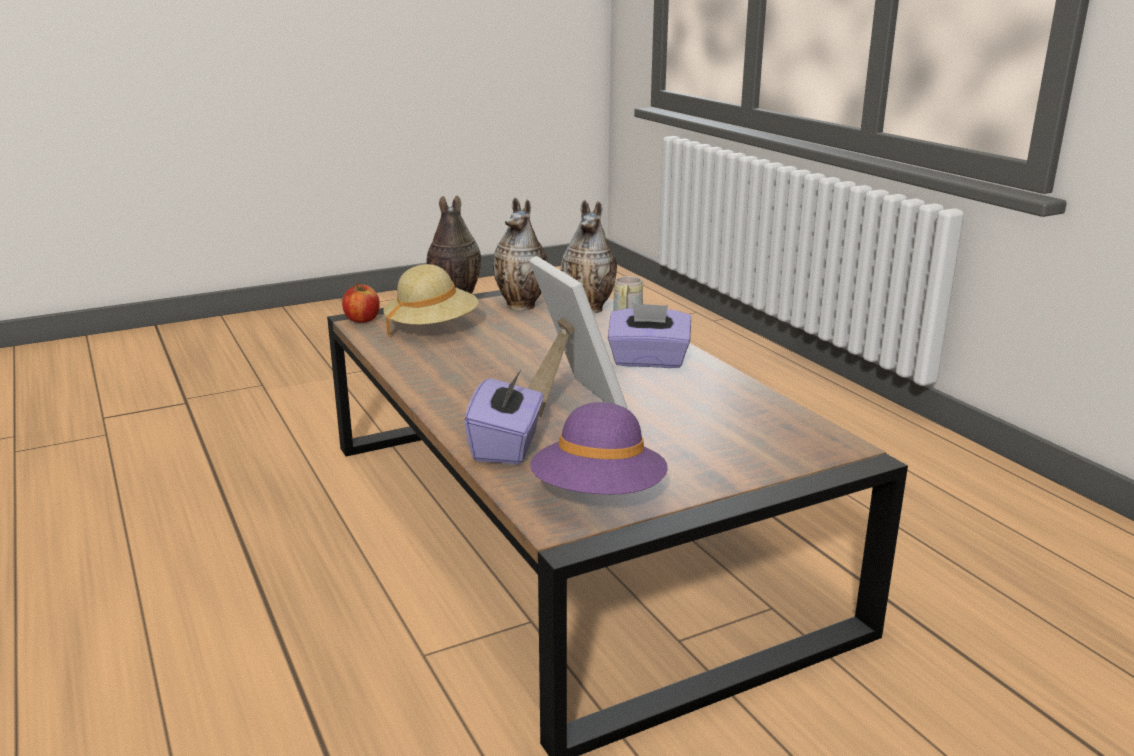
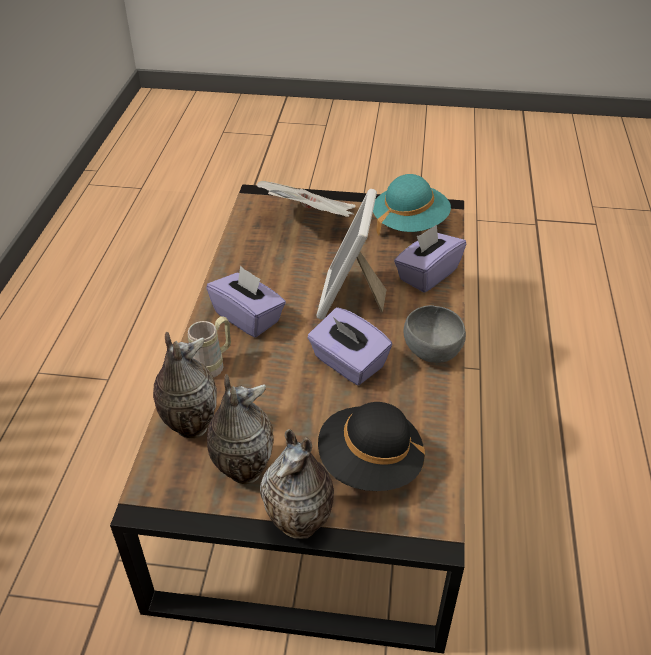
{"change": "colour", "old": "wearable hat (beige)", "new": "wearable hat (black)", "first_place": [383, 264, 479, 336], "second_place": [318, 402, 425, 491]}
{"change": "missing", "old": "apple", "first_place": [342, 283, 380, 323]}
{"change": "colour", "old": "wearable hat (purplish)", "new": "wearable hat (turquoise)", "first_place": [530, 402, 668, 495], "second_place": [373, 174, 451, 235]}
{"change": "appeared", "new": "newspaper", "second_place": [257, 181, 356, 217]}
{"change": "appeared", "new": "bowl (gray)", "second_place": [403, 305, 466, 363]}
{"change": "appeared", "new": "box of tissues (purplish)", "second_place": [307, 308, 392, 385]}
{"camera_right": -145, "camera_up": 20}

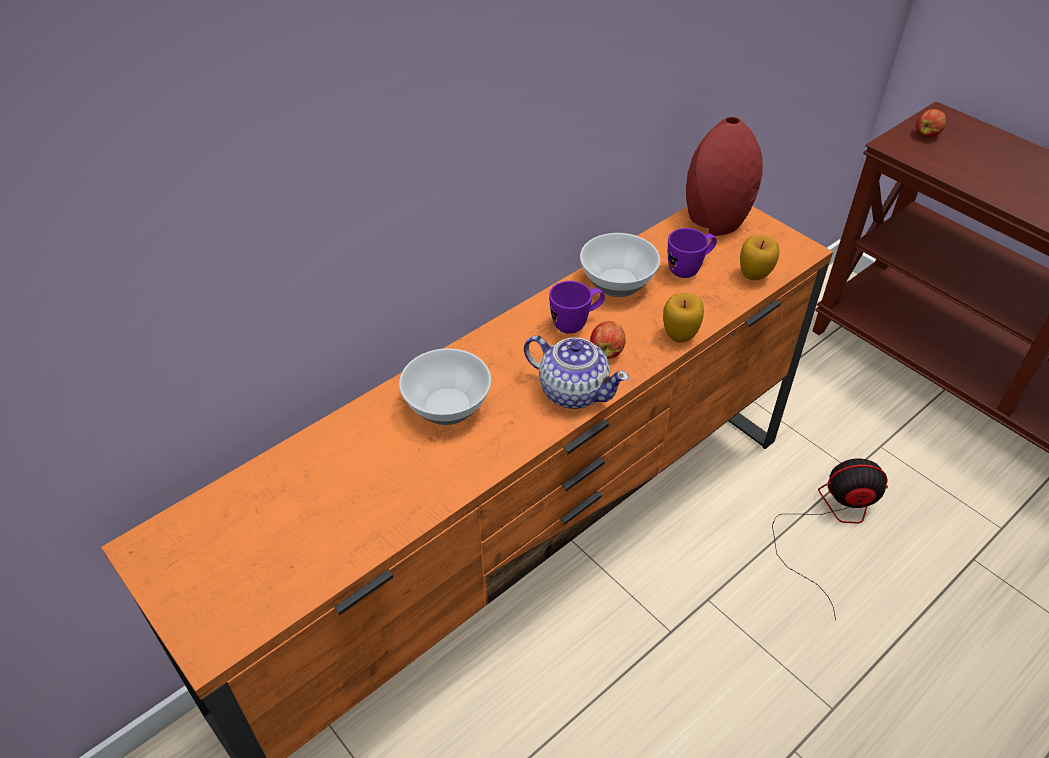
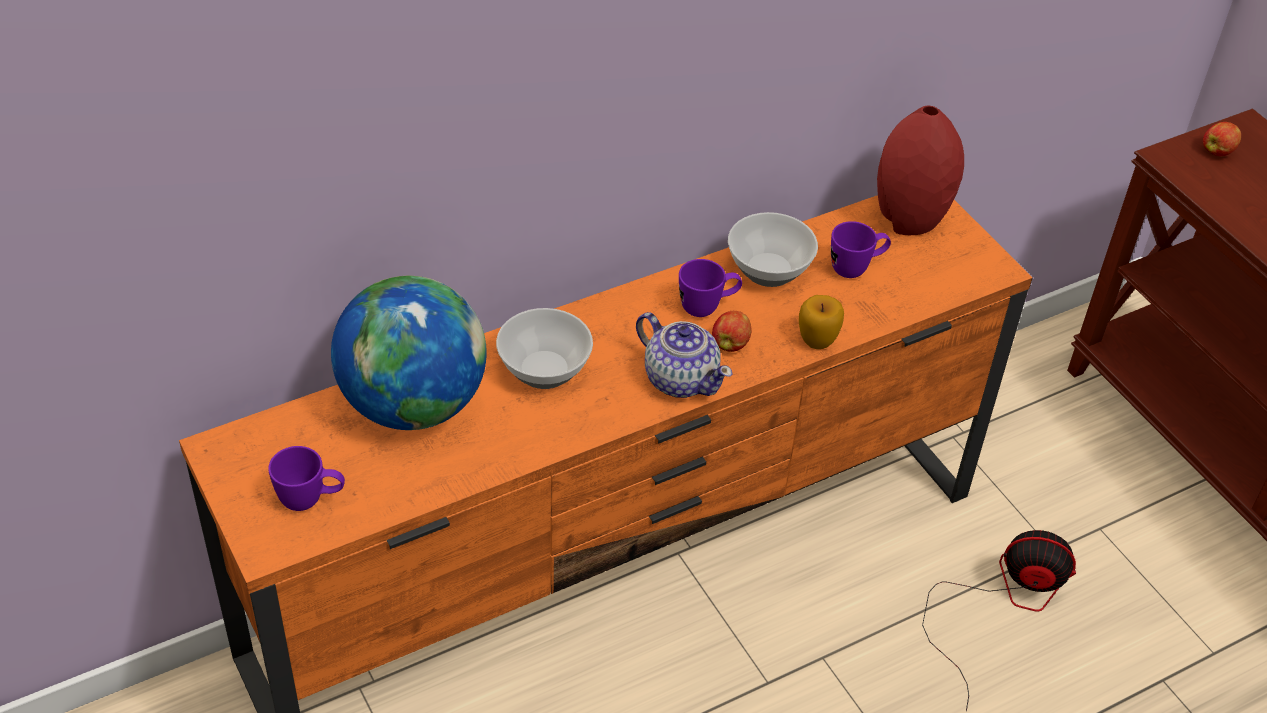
{"change": "missing", "old": "apple", "first_place": [740, 235, 780, 280]}
{"change": "appeared", "new": "globe", "second_place": [331, 276, 487, 430]}
{"change": "appeared", "new": "tea mug (purplish)", "second_place": [268, 446, 345, 511]}
{"camera_right": 10, "camera_up": 0}

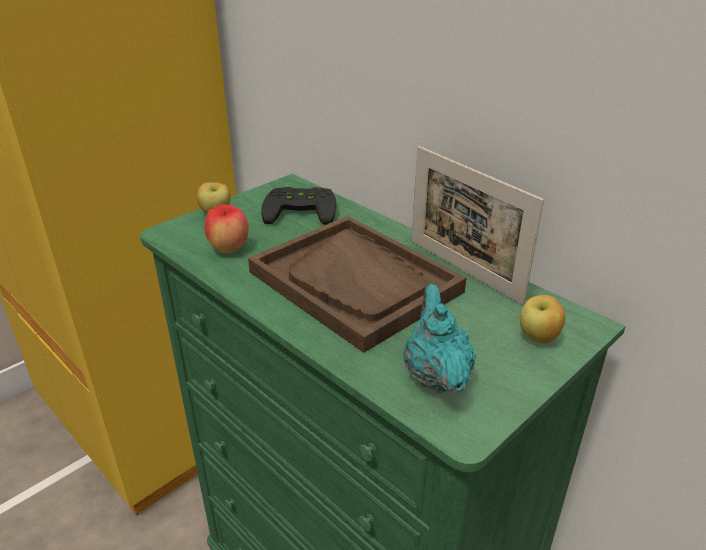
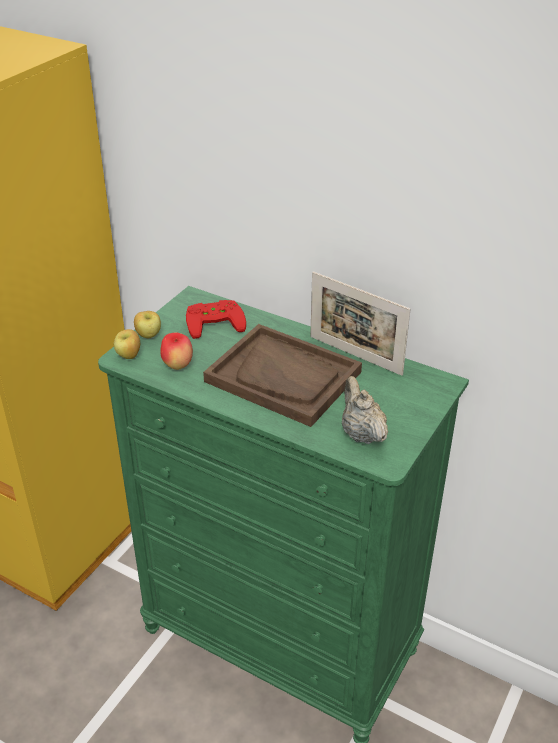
{"change": "colour", "old": "gamepad (black)", "new": "gamepad (red-coloured)", "first_place": [261, 187, 336, 225], "second_place": [186, 300, 246, 339]}
{"change": "colour", "old": "tea pot (turquoise)", "new": "tea pot (beige)", "first_place": [403, 284, 476, 393], "second_place": [342, 376, 388, 444]}
{"change": "relocated", "old": "apple", "first_place": [520, 295, 565, 344], "second_place": [114, 329, 140, 359]}
{"camera_right": -15, "camera_up": 5}

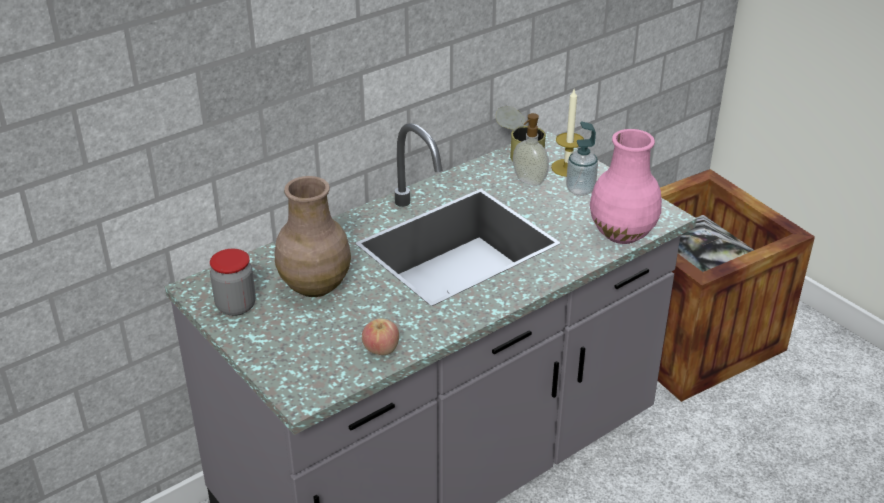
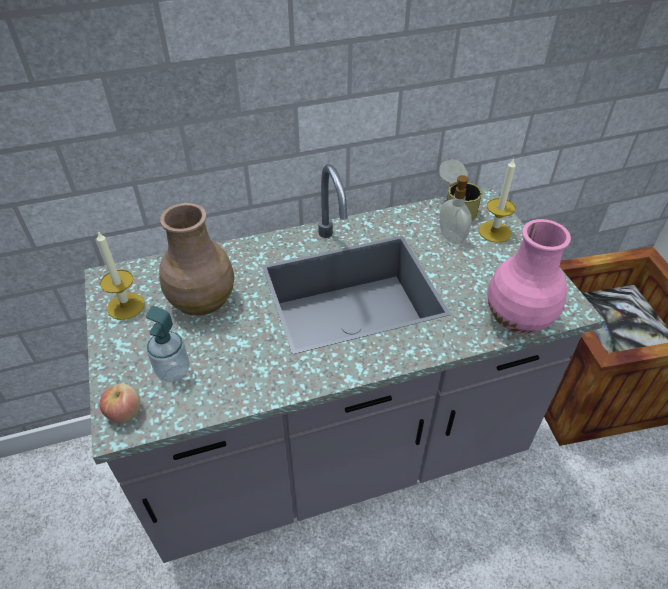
{"change": "relocated", "old": "liquid soap bottle", "first_place": [566, 122, 598, 196], "second_place": [146, 306, 190, 382]}
{"change": "exchanged", "old": "jar", "new": "wax candle", "first_place": [210, 249, 256, 316], "second_place": [97, 231, 145, 320]}
{"change": "relocated", "old": "apple", "first_place": [362, 318, 399, 355], "second_place": [100, 384, 141, 423]}
{"camera_right": 20, "camera_up": 10}

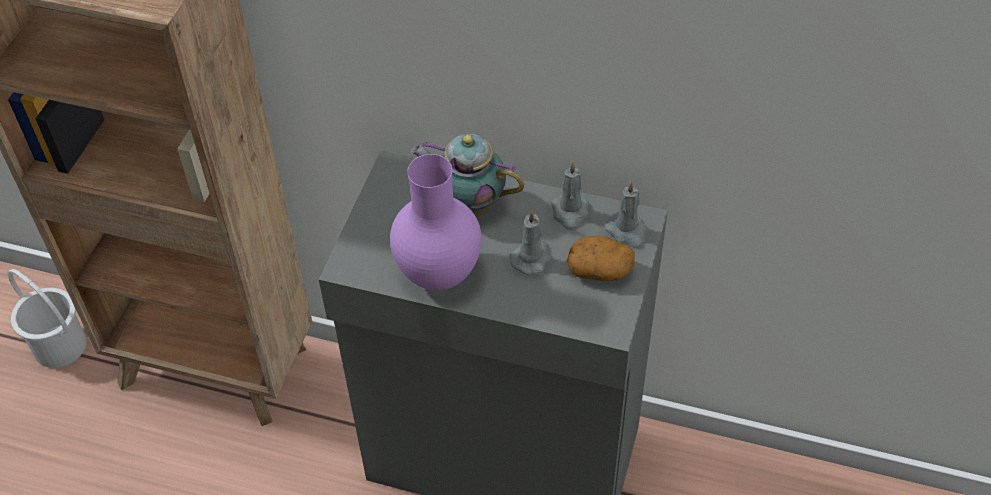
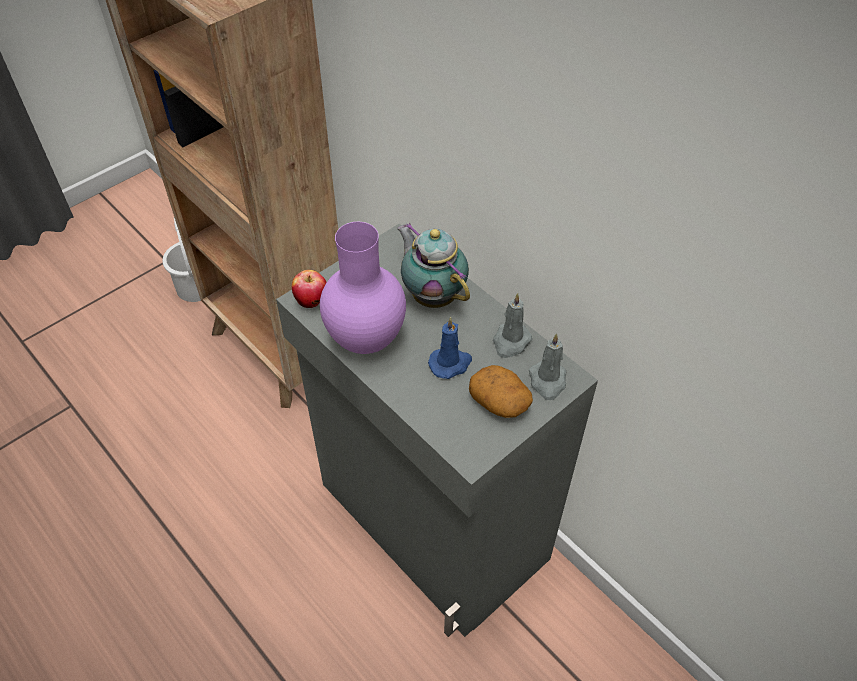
{"change": "colour", "old": "wax candle (gray)", "new": "wax candle (blue-coloured)", "first_place": [510, 210, 552, 275], "second_place": [428, 317, 472, 379]}
{"change": "appeared", "new": "apple", "second_place": [292, 270, 327, 308]}
{"camera_right": 30, "camera_up": 0}

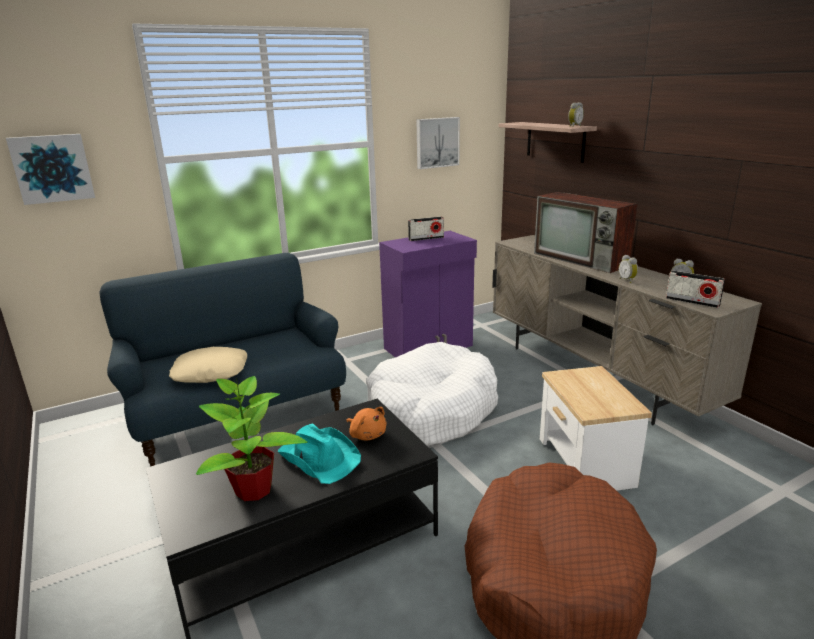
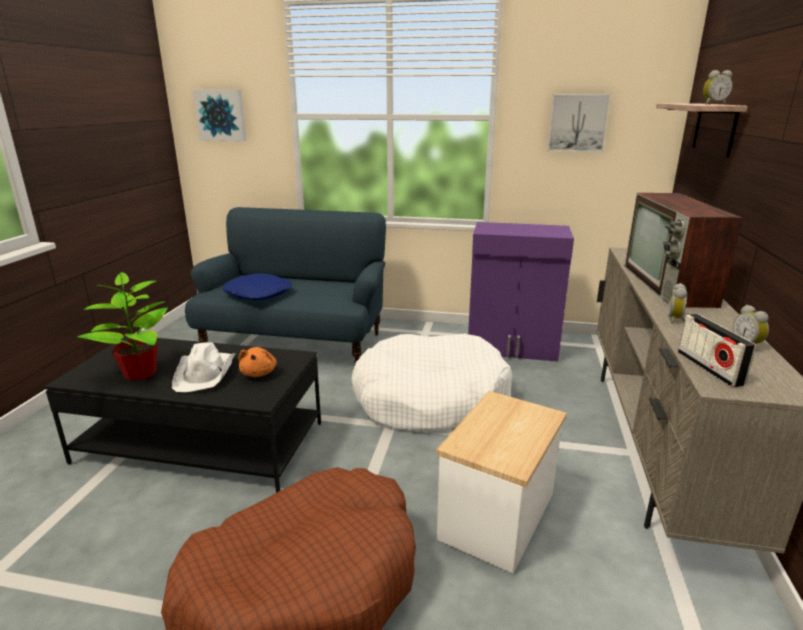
{"change": "missing", "old": "radio", "first_place": [408, 216, 444, 241]}
{"change": "colour", "old": "pillow (beige)", "new": "pillow (blue-coloured)", "first_place": [169, 347, 247, 383], "second_place": [222, 273, 292, 300]}
{"change": "colour", "old": "wearable hat (turquoise)", "new": "wearable hat (whitish)", "first_place": [278, 424, 361, 484], "second_place": [172, 342, 235, 392]}
{"camera_right": 40, "camera_up": 0}

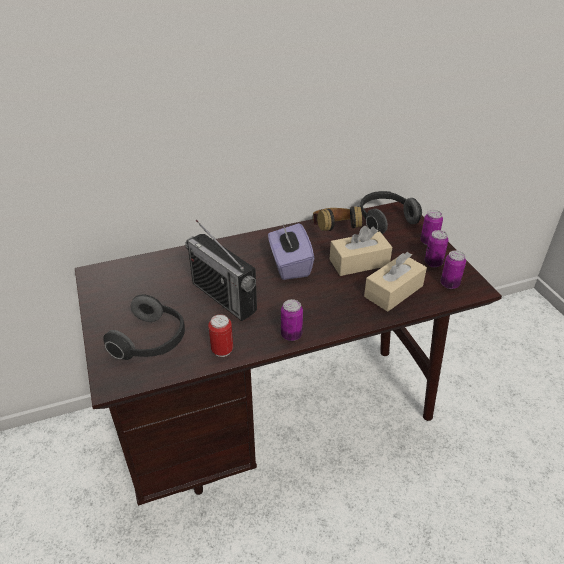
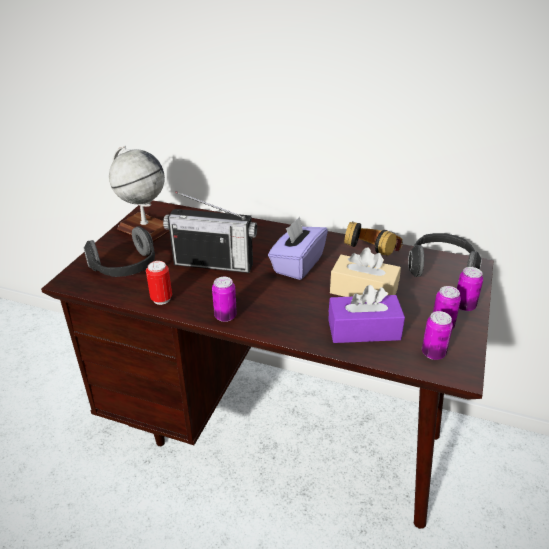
{"change": "spun", "old": "radio", "first_place": [185, 220, 257, 321], "second_place": [163, 191, 257, 273], "degrees": -75}
{"change": "colour", "old": "box of tissues (beige)", "new": "box of tissues (purplish)", "first_place": [364, 252, 427, 312], "second_place": [328, 285, 405, 343]}
{"change": "appeared", "new": "globe", "second_place": [109, 146, 169, 242]}
{"camera_right": 40, "camera_up": -5}

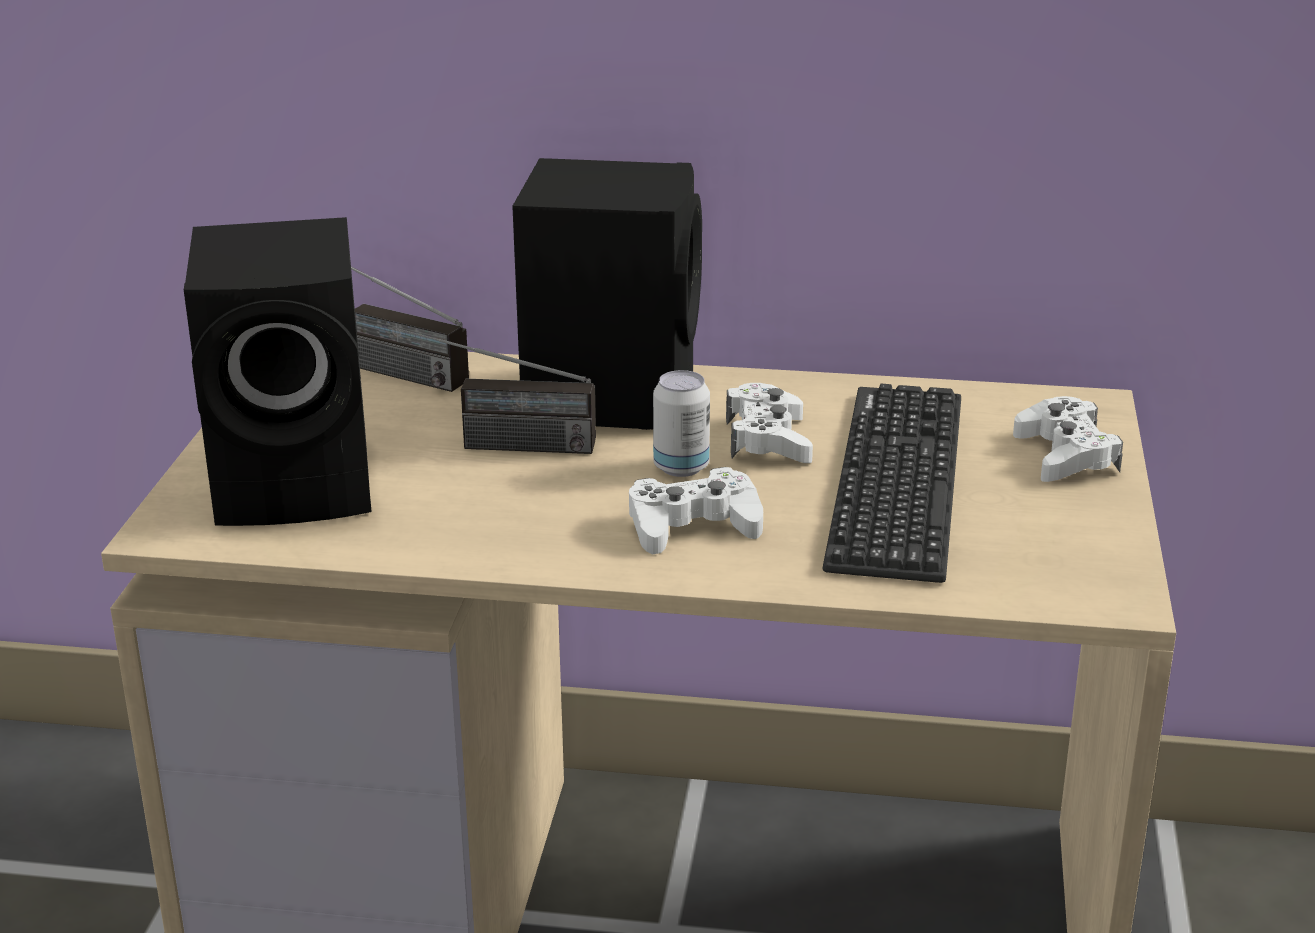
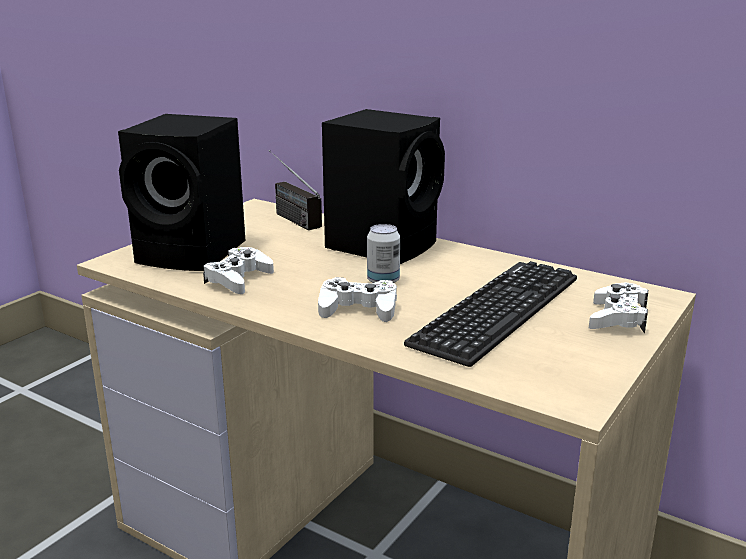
{"change": "missing", "old": "radio", "first_place": [392, 326, 596, 454]}
{"change": "relocated", "old": "gamepad (whitish)", "first_place": [726, 383, 813, 463], "second_place": [203, 247, 274, 294]}
{"camera_right": 25, "camera_up": -5}

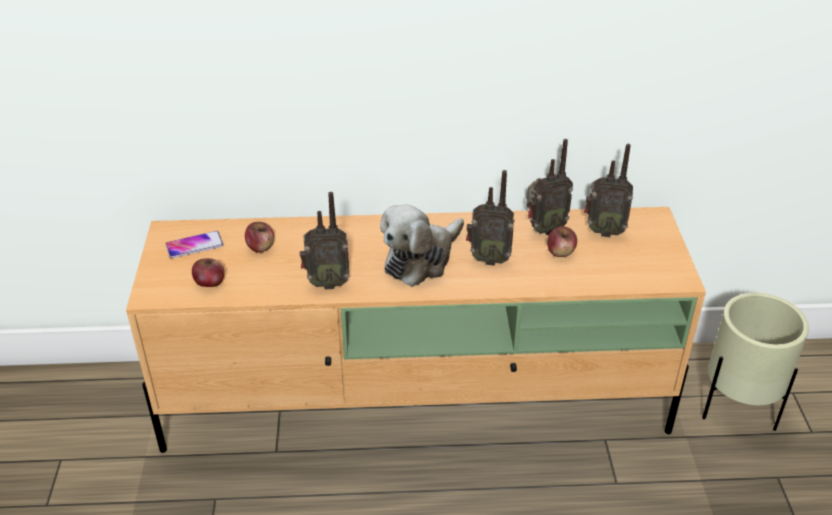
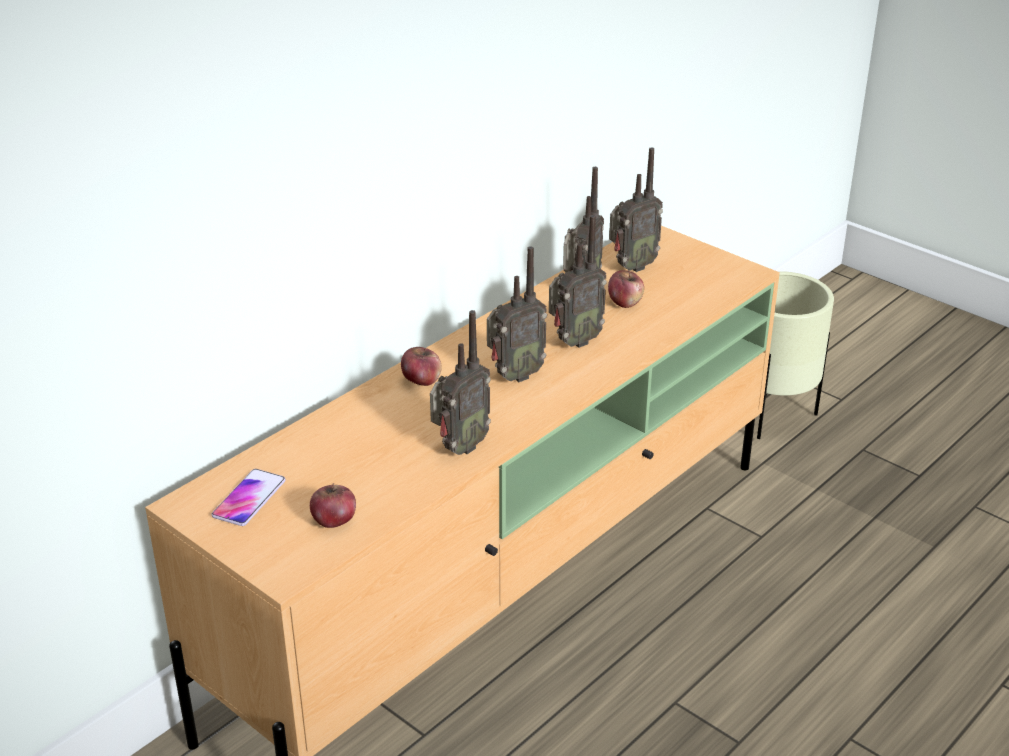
{"change": "exchanged", "old": "plush toy", "new": "radio", "first_place": [380, 205, 464, 287], "second_place": [487, 246, 547, 382]}
{"change": "relocated", "old": "apple", "first_place": [245, 222, 274, 253], "second_place": [401, 347, 442, 386]}
{"camera_right": -45, "camera_up": -5}

